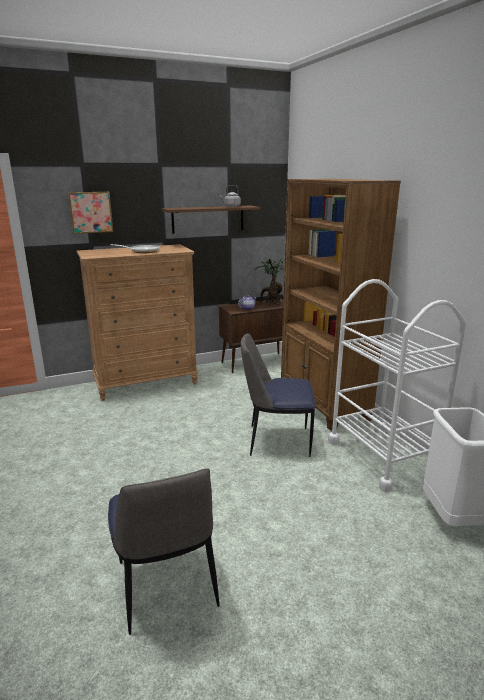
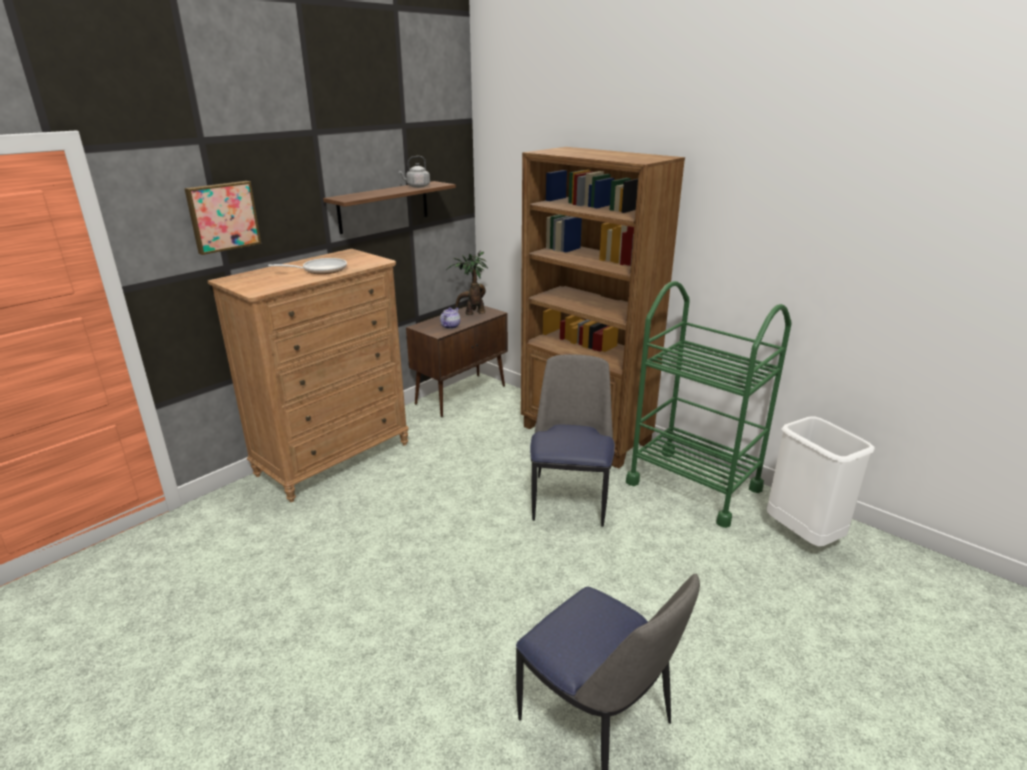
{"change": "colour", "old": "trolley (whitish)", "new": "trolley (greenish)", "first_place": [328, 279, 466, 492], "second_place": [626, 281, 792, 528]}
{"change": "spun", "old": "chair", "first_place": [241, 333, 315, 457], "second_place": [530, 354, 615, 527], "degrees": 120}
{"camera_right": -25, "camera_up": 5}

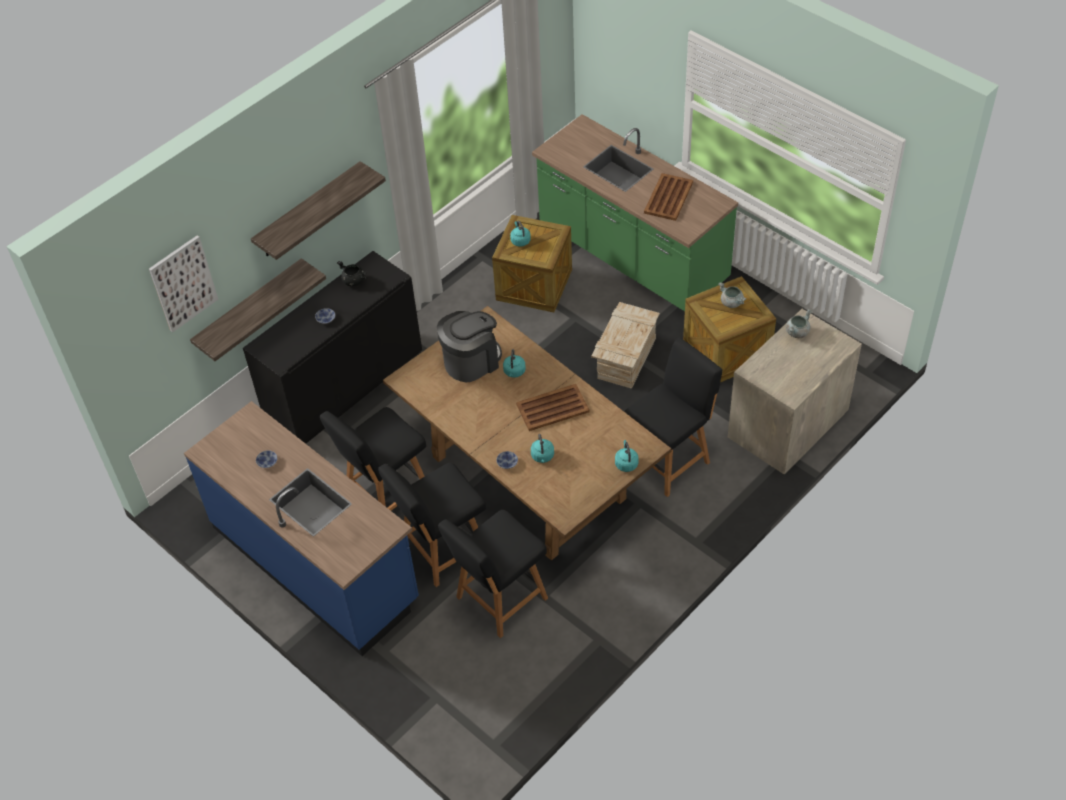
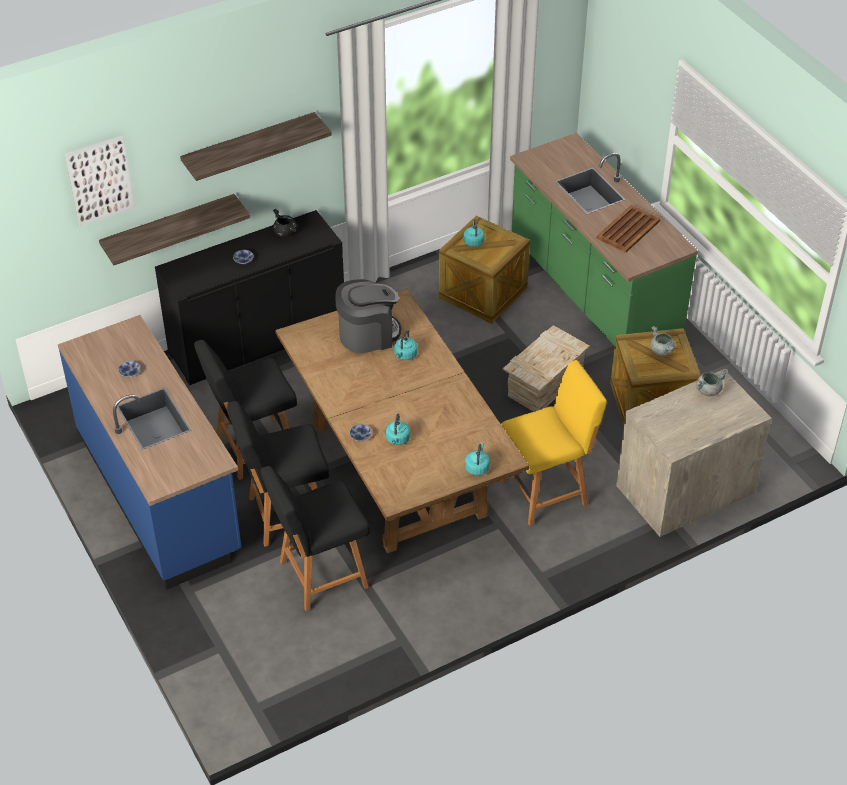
{"change": "colour", "old": "chair (black)", "new": "chair (yellowish)", "first_place": [624, 338, 722, 497], "second_place": [501, 360, 607, 526]}
{"change": "missing", "old": "tray (brown)", "first_place": [516, 384, 589, 431]}
{"camera_right": 15, "camera_up": -5}

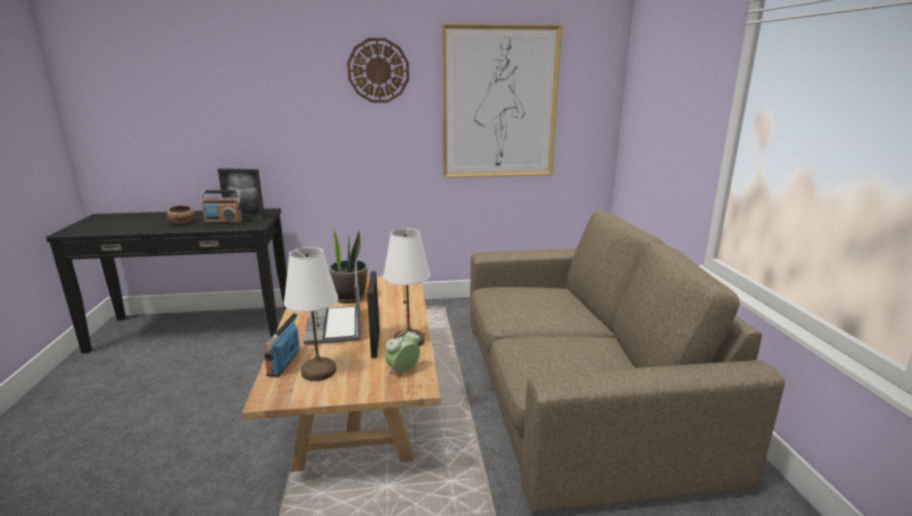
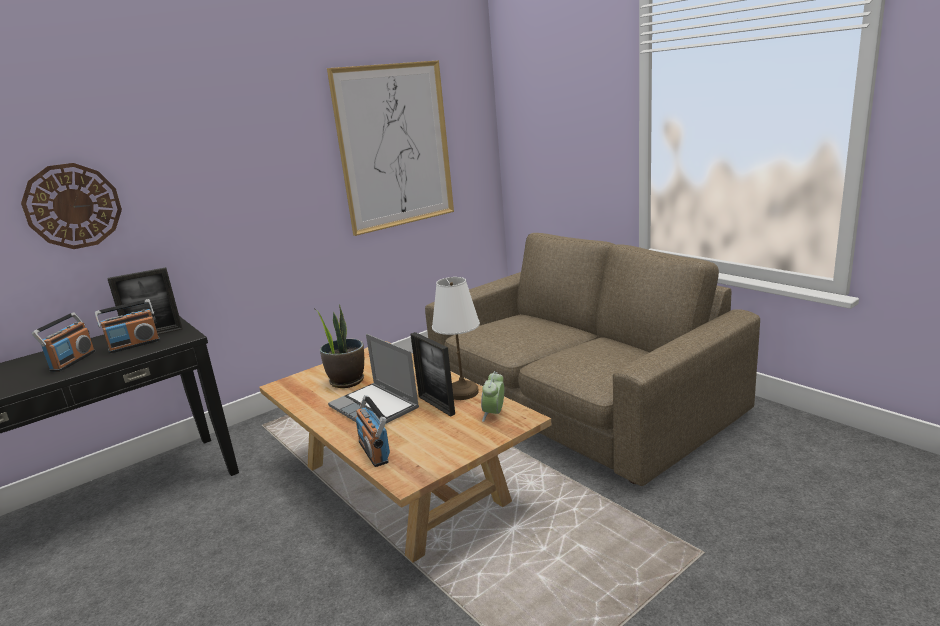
{"change": "relocated", "old": "wall clock", "first_place": [347, 38, 409, 103], "second_place": [21, 163, 122, 249]}
{"change": "exchanged", "old": "bowl", "new": "radio", "first_place": [166, 205, 195, 224], "second_place": [32, 312, 96, 372]}
{"change": "missing", "old": "table lamp (whitish)", "first_place": [284, 247, 338, 381]}
{"camera_right": -30, "camera_up": 0}

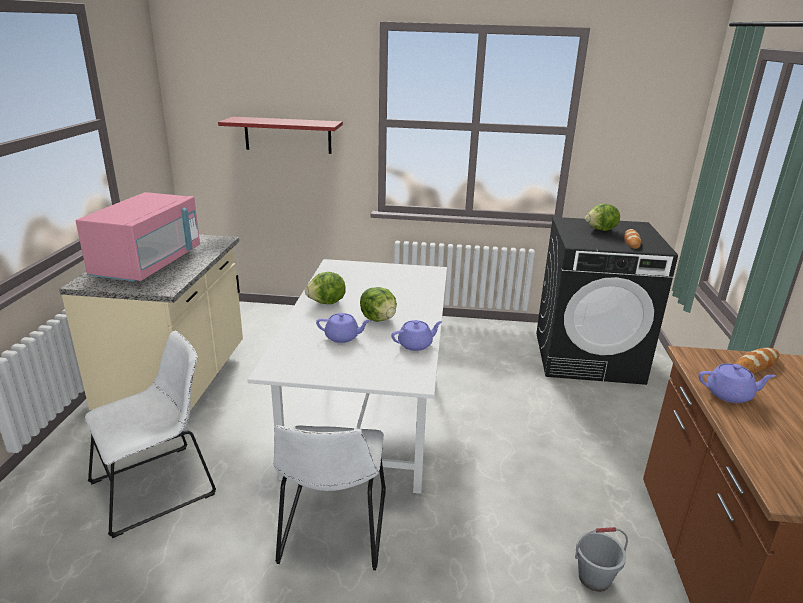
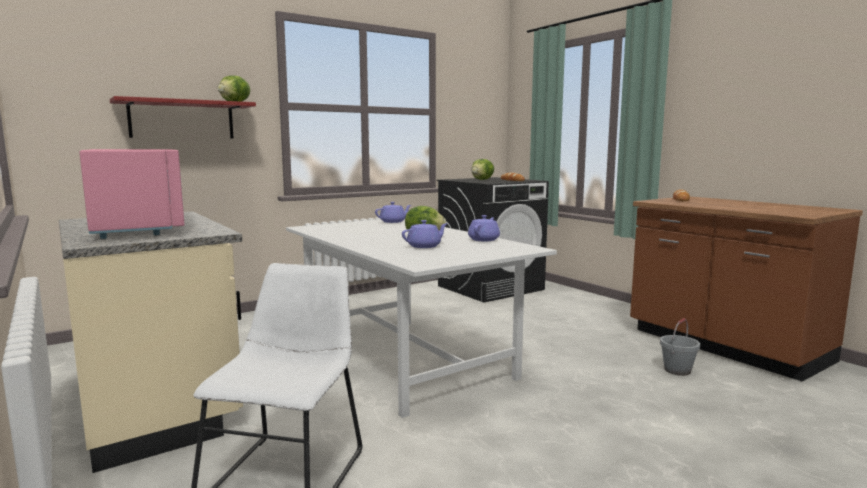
{"change": "relocated", "old": "lettuce head", "first_place": [305, 272, 346, 304], "second_place": [218, 75, 250, 102]}
{"change": "relocated", "old": "tea pot (purplish)", "first_place": [699, 363, 776, 403], "second_place": [375, 202, 411, 223]}
{"change": "missing", "old": "chair (whitish)", "first_place": [273, 425, 386, 570]}
{"camera_right": -40, "camera_up": -15}

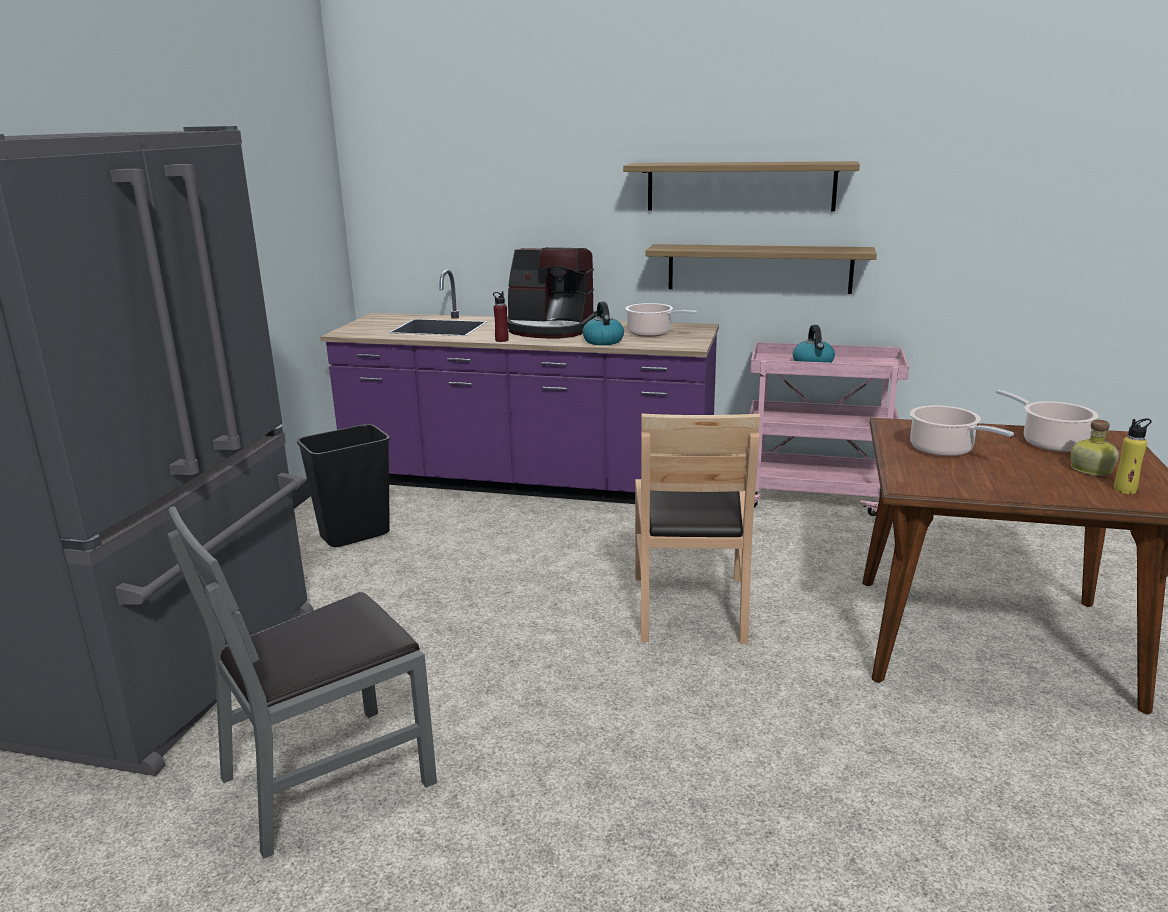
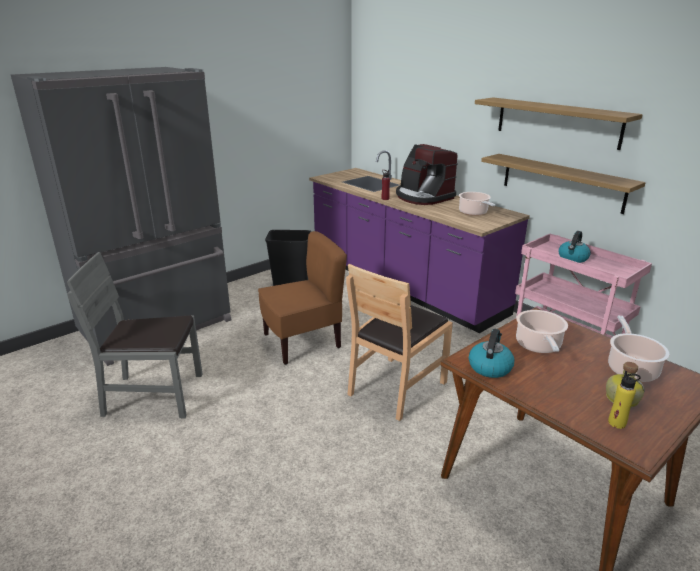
{"change": "relocated", "old": "kettle", "first_place": [582, 302, 624, 345], "second_place": [469, 329, 514, 378]}
{"change": "appeared", "new": "chair (brown)", "second_place": [258, 231, 347, 365]}
{"camera_right": 35, "camera_up": 5}

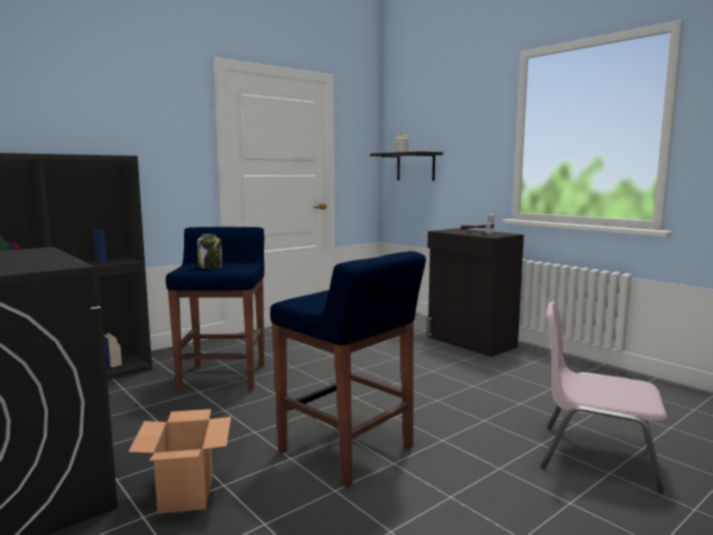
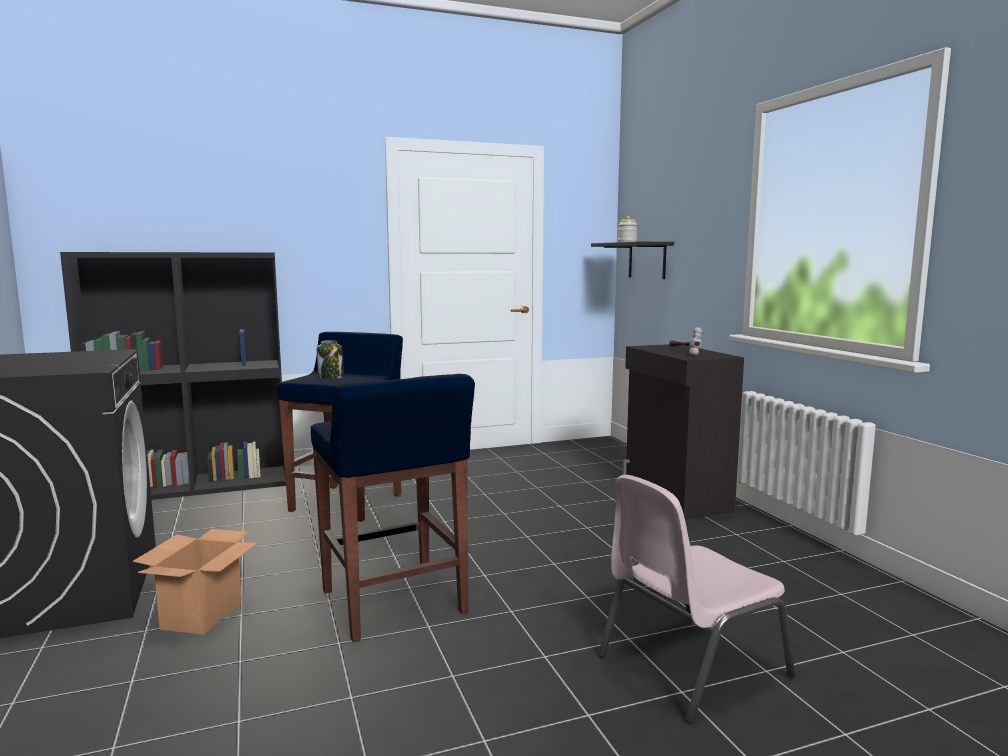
{"change": "spun", "old": "chair (pink)", "first_place": [541, 301, 667, 494], "second_place": [598, 475, 795, 724], "degrees": -75}
{"camera_right": 20, "camera_up": 0}

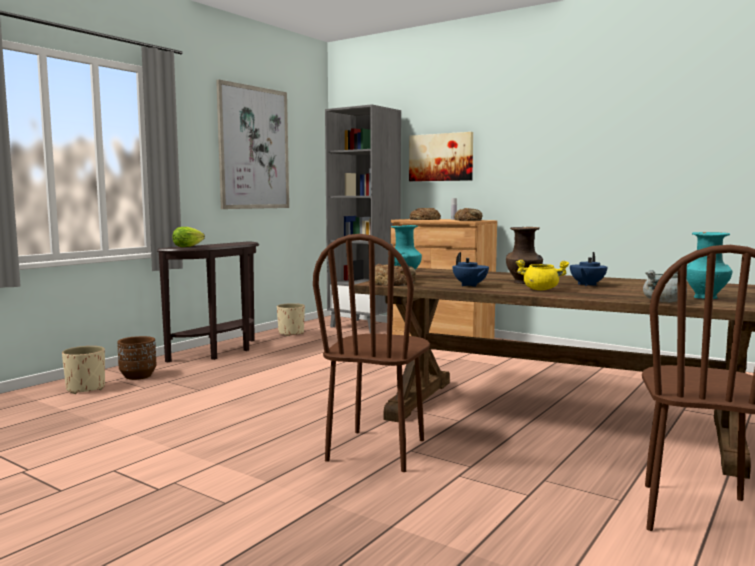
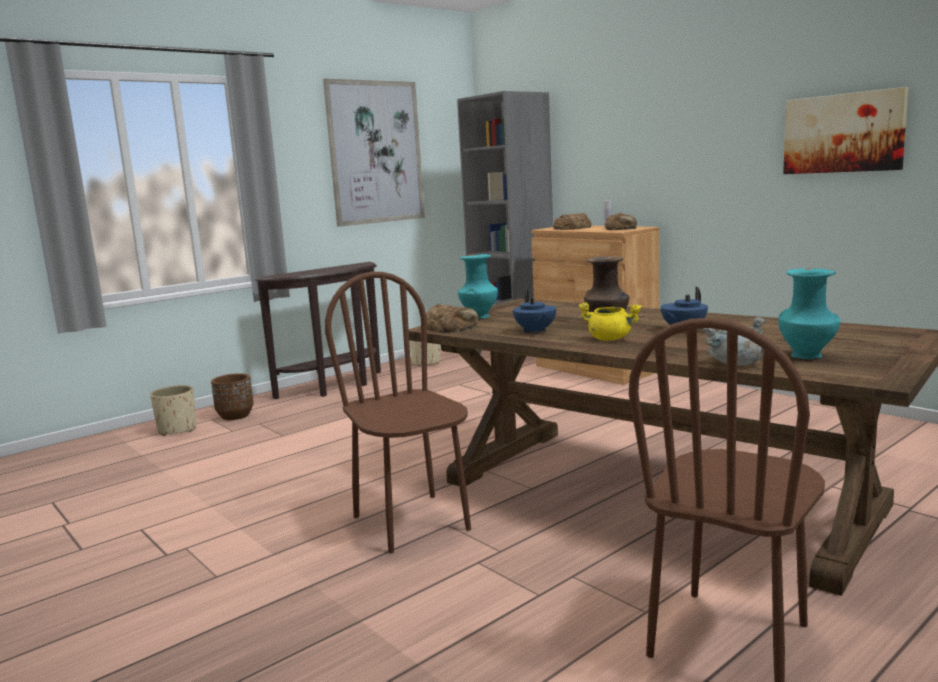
{"change": "relocated", "old": "wall picture", "first_place": [409, 132, 473, 181], "second_place": [783, 87, 908, 174]}
{"change": "missing", "old": "lettuce head", "first_place": [172, 227, 205, 247]}
{"change": "spun", "old": "chair (brown)", "first_place": [313, 234, 430, 472], "second_place": [325, 272, 471, 554], "degrees": 120}
{"camera_right": 15, "camera_up": 5}

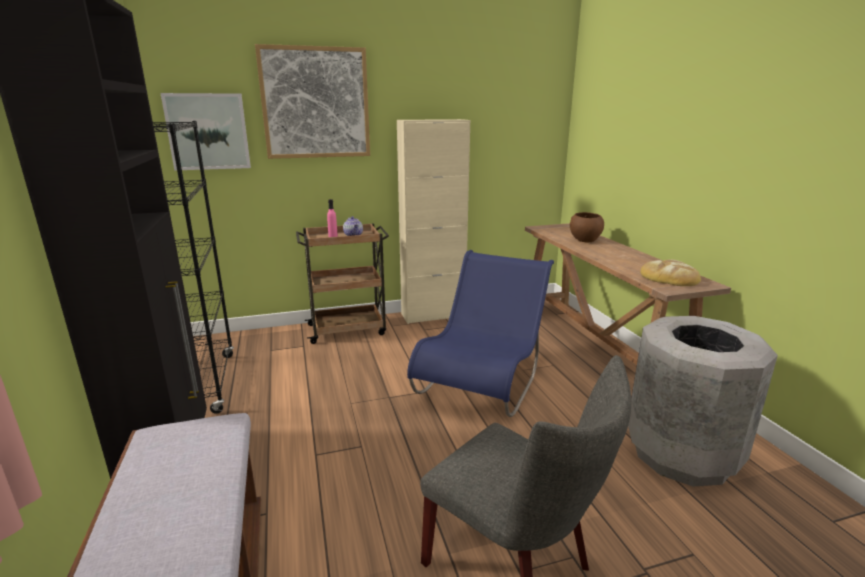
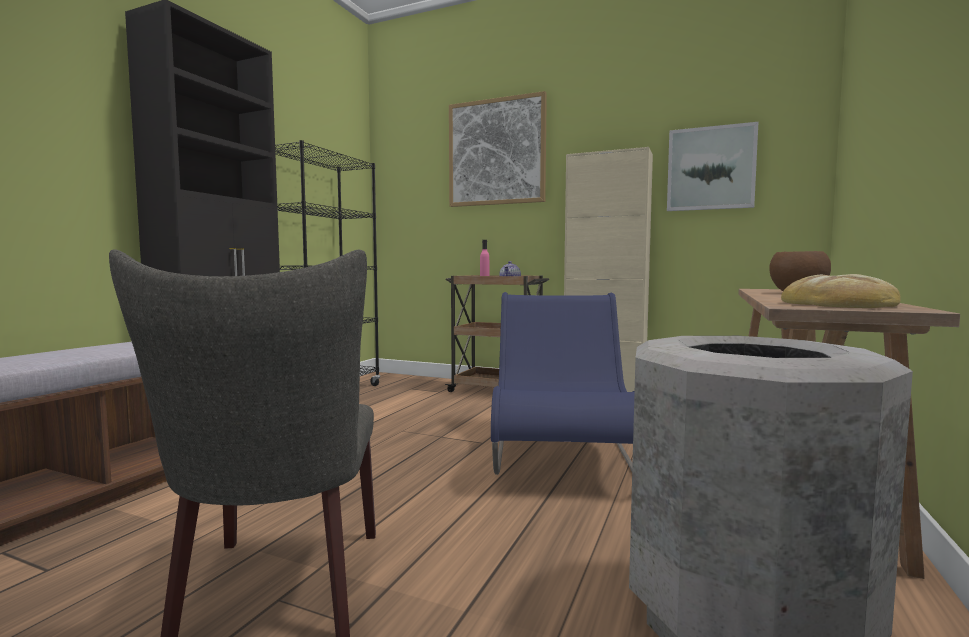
{"change": "relocated", "old": "wall picture", "first_place": [161, 93, 251, 171], "second_place": [667, 122, 758, 211]}
{"change": "spun", "old": "chair (blue-coloured)", "first_place": [407, 250, 554, 417], "second_place": [491, 292, 635, 475], "degrees": -60}
{"camera_right": 40, "camera_up": -15}

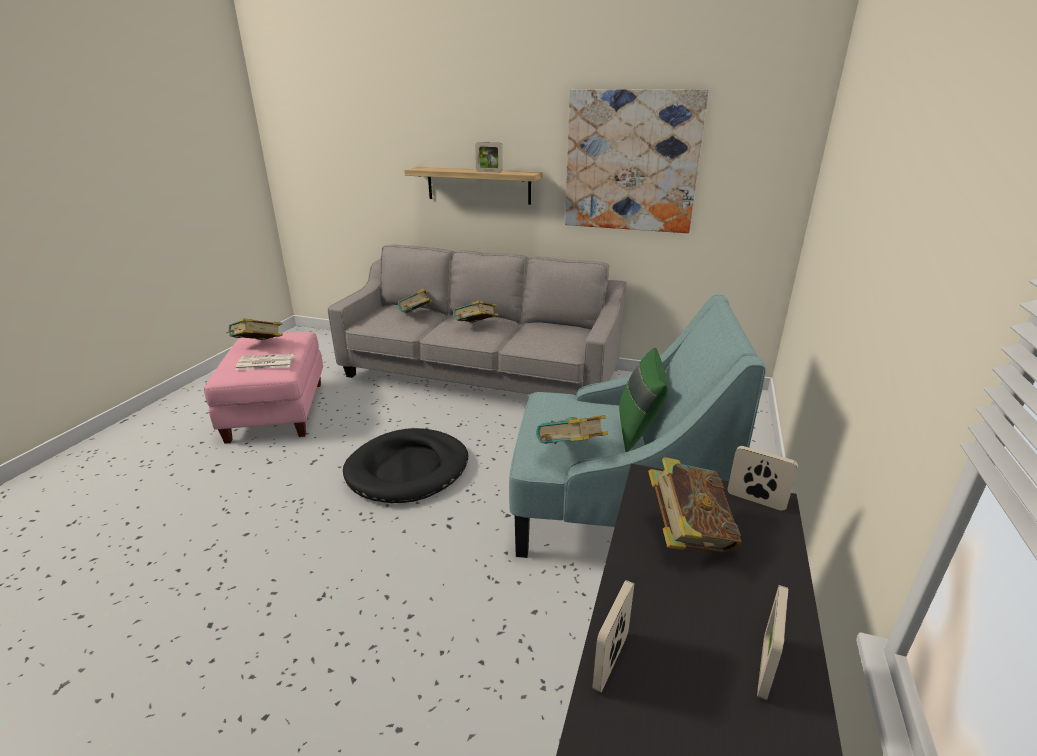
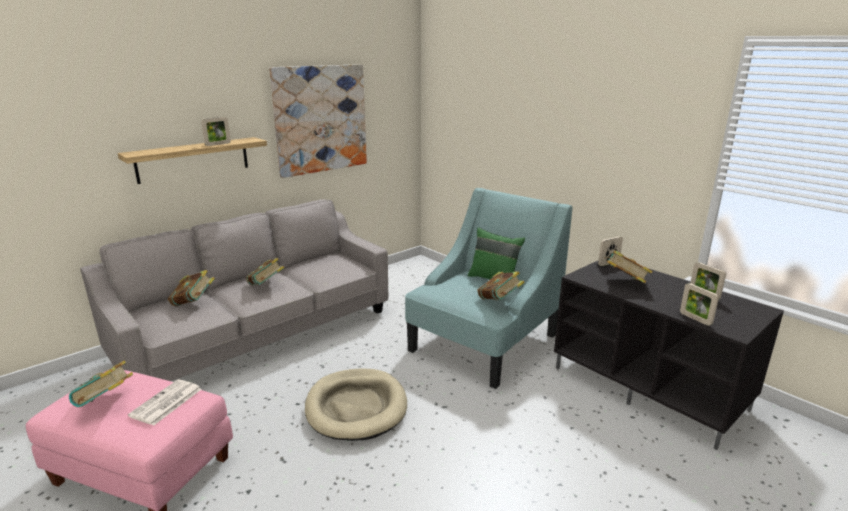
{"change": "colour", "old": "dog cushion (black)", "new": "dog cushion (beige)", "first_place": [343, 428, 468, 503], "second_place": [305, 368, 407, 441]}
{"camera_right": -60, "camera_up": -5}

